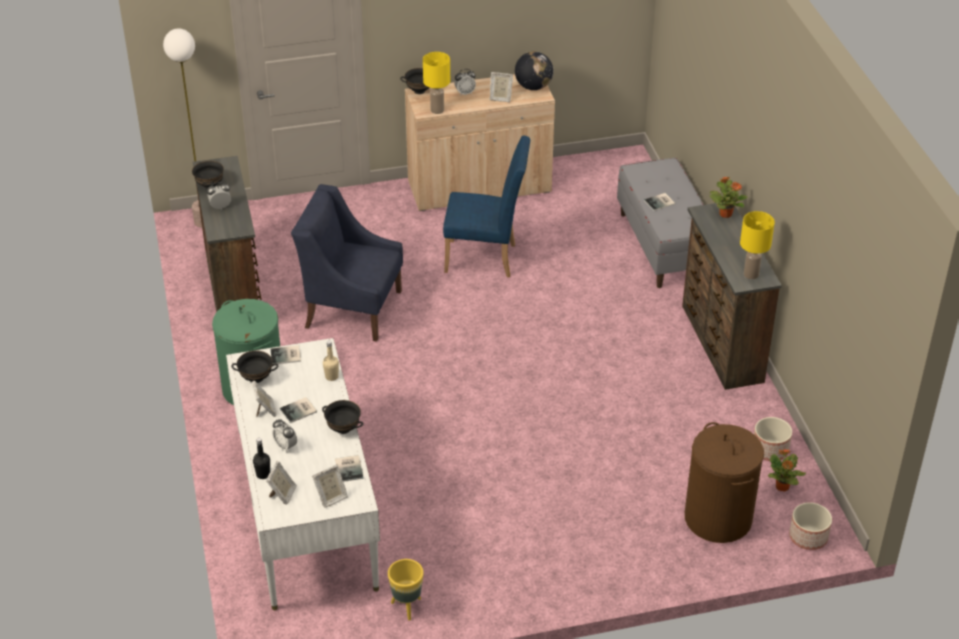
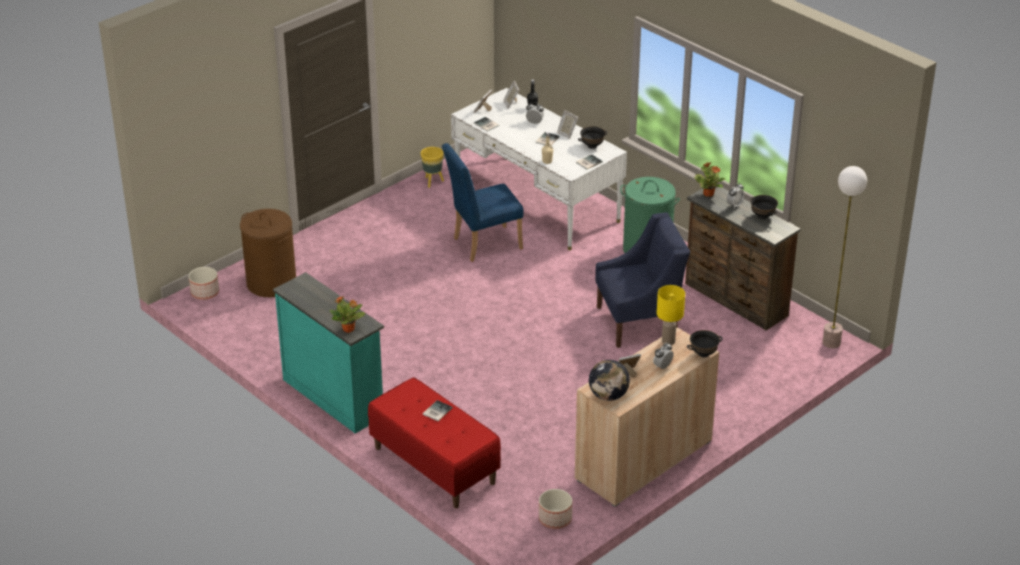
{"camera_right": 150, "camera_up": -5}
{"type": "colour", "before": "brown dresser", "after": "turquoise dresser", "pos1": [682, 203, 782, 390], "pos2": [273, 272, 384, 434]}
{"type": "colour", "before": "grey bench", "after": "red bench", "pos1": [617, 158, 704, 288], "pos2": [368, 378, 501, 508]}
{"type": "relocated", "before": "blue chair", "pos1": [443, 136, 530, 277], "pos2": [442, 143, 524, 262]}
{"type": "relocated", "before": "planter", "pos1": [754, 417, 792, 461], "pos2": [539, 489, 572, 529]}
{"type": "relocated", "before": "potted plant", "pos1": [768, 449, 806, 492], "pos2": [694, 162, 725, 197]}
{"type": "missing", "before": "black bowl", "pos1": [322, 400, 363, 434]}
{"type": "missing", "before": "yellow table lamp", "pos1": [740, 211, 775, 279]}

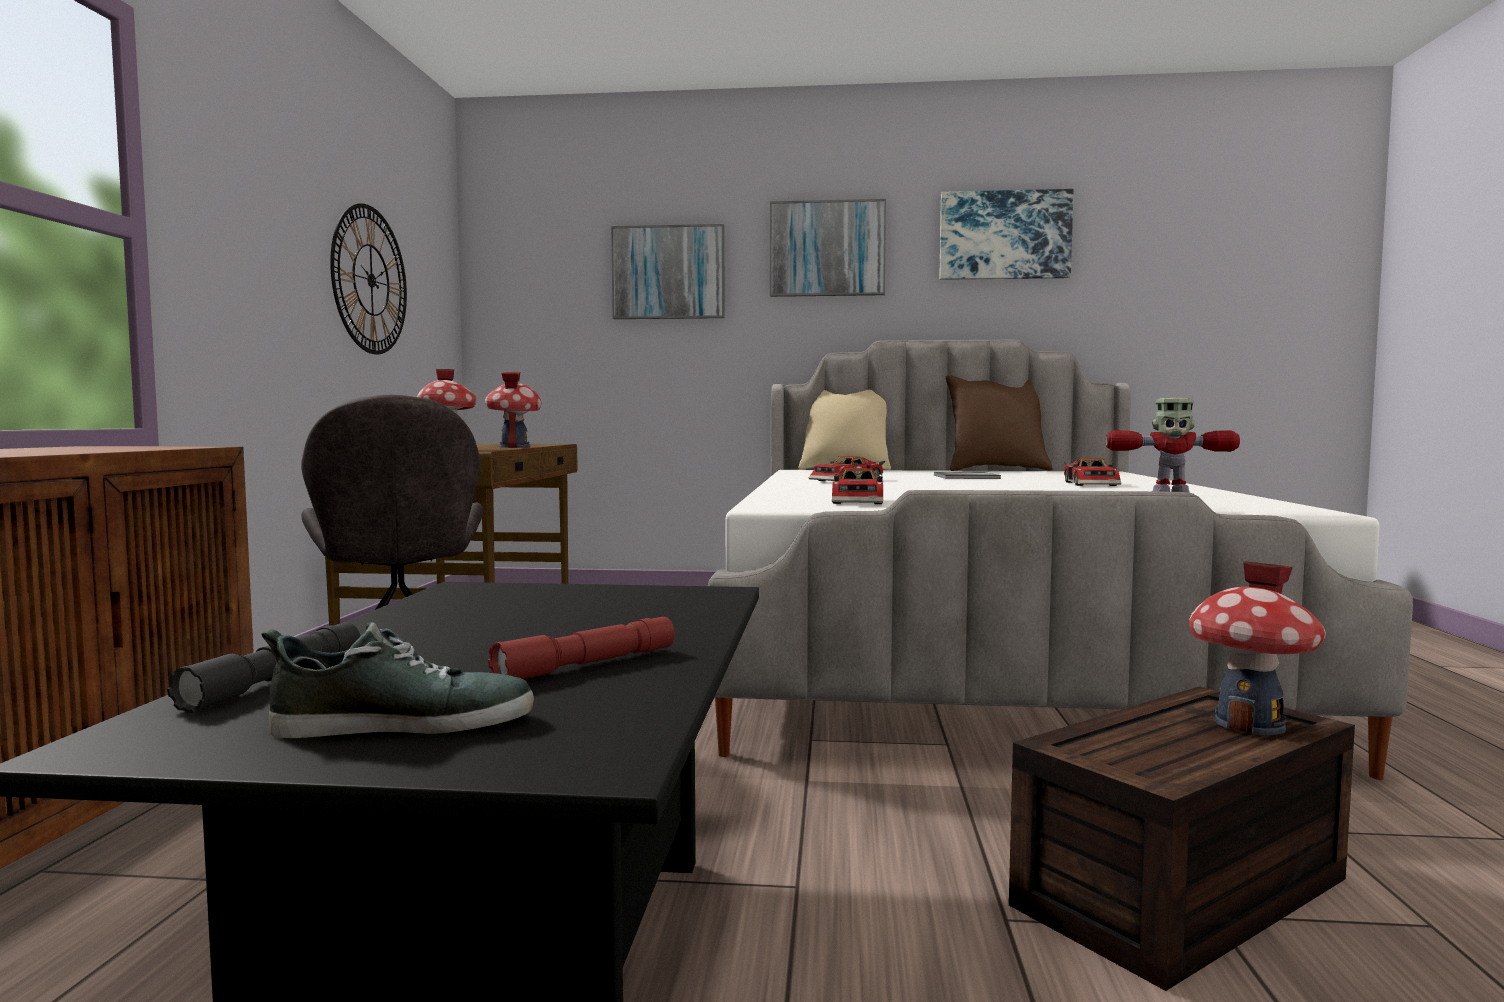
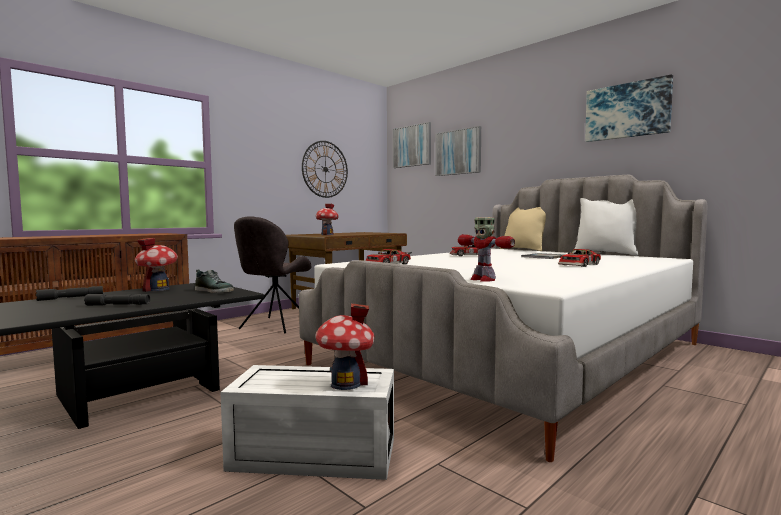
{"camera_right": 40, "camera_up": 0}
{"type": "colour", "before": "red flashlight", "after": "grey flashlight", "pos1": [488, 617, 675, 679], "pos2": [84, 294, 150, 306]}
{"type": "relocated", "before": "toy house", "pos1": [485, 372, 541, 448], "pos2": [135, 238, 178, 292]}
{"type": "relocated", "before": "shoe", "pos1": [261, 622, 534, 738], "pos2": [195, 270, 234, 293]}
{"type": "colour", "before": "brown storage box", "after": "white storage box", "pos1": [1009, 686, 1355, 991], "pos2": [220, 365, 394, 480]}
{"type": "relocated", "before": "picture", "pos1": [770, 199, 886, 297], "pos2": [393, 122, 431, 168]}
{"type": "colour", "before": "brown pillow", "after": "white pillow", "pos1": [946, 375, 1052, 471], "pos2": [573, 198, 638, 256]}

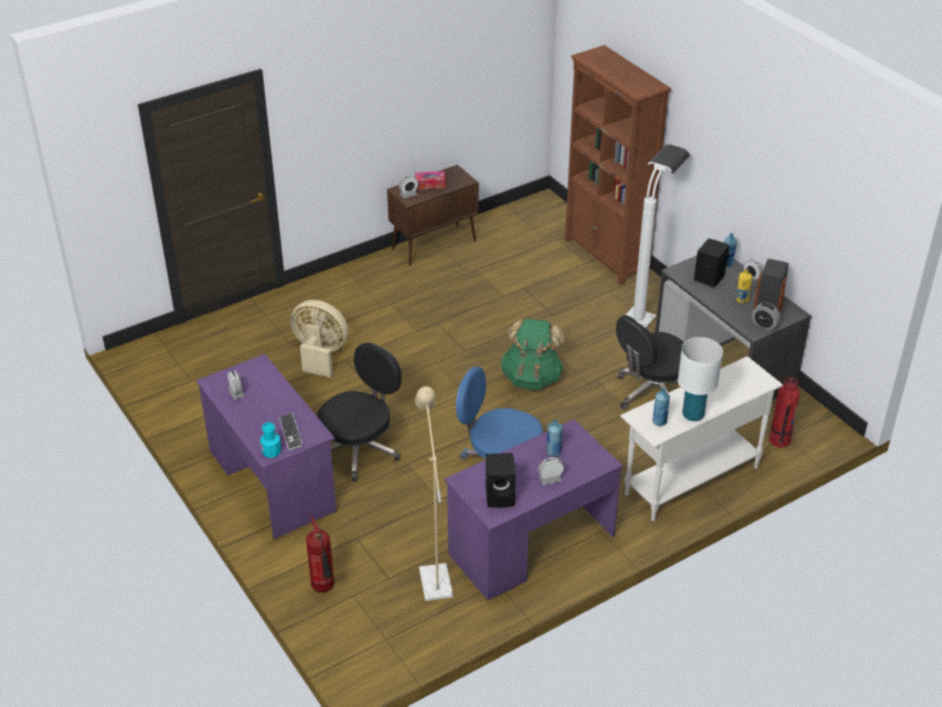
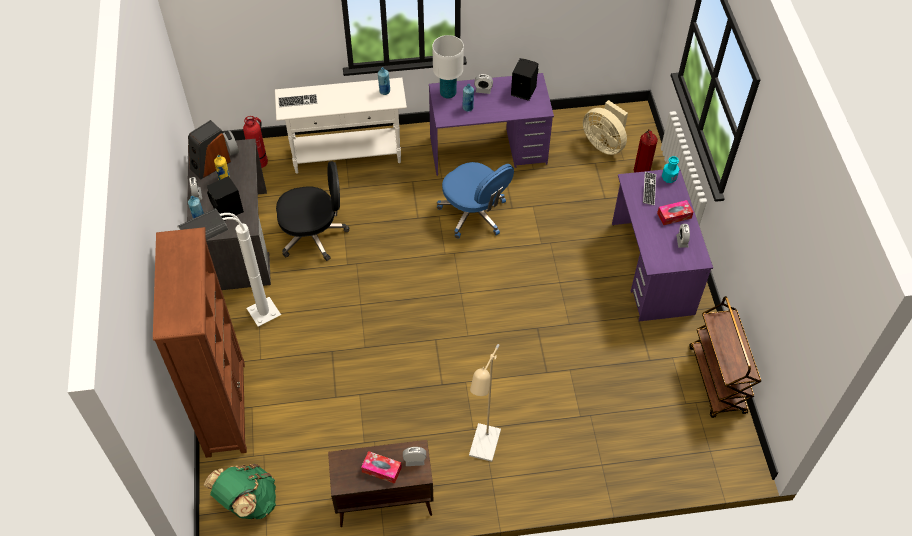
{"camera_right": -155, "camera_up": 15}
{"type": "relocated", "before": "green backpack", "pos1": [501, 318, 564, 390], "pos2": [204, 464, 276, 519]}
{"type": "appeared", "after": "keyboard", "pos2": [278, 94, 318, 107]}
{"type": "relocated", "before": "white table lamp", "pos1": [678, 337, 723, 421], "pos2": [432, 35, 464, 99]}
{"type": "relocated", "before": "beige floor lamp", "pos1": [415, 386, 453, 601], "pos2": [469, 344, 501, 462]}
{"type": "relocated", "before": "beige fan", "pos1": [291, 300, 348, 377], "pos2": [583, 100, 628, 155]}
{"type": "appeared", "after": "tissue box", "pos2": [657, 200, 693, 225]}
{"type": "appeared", "after": "brown cart", "pos2": [689, 296, 761, 418]}
{"type": "missing", "before": "black office chair", "pos1": [317, 343, 402, 482]}

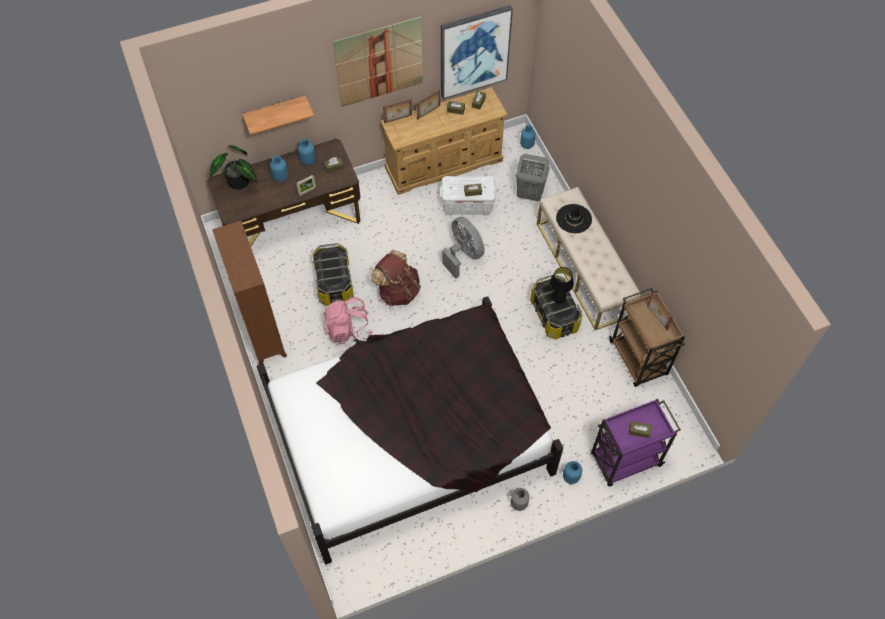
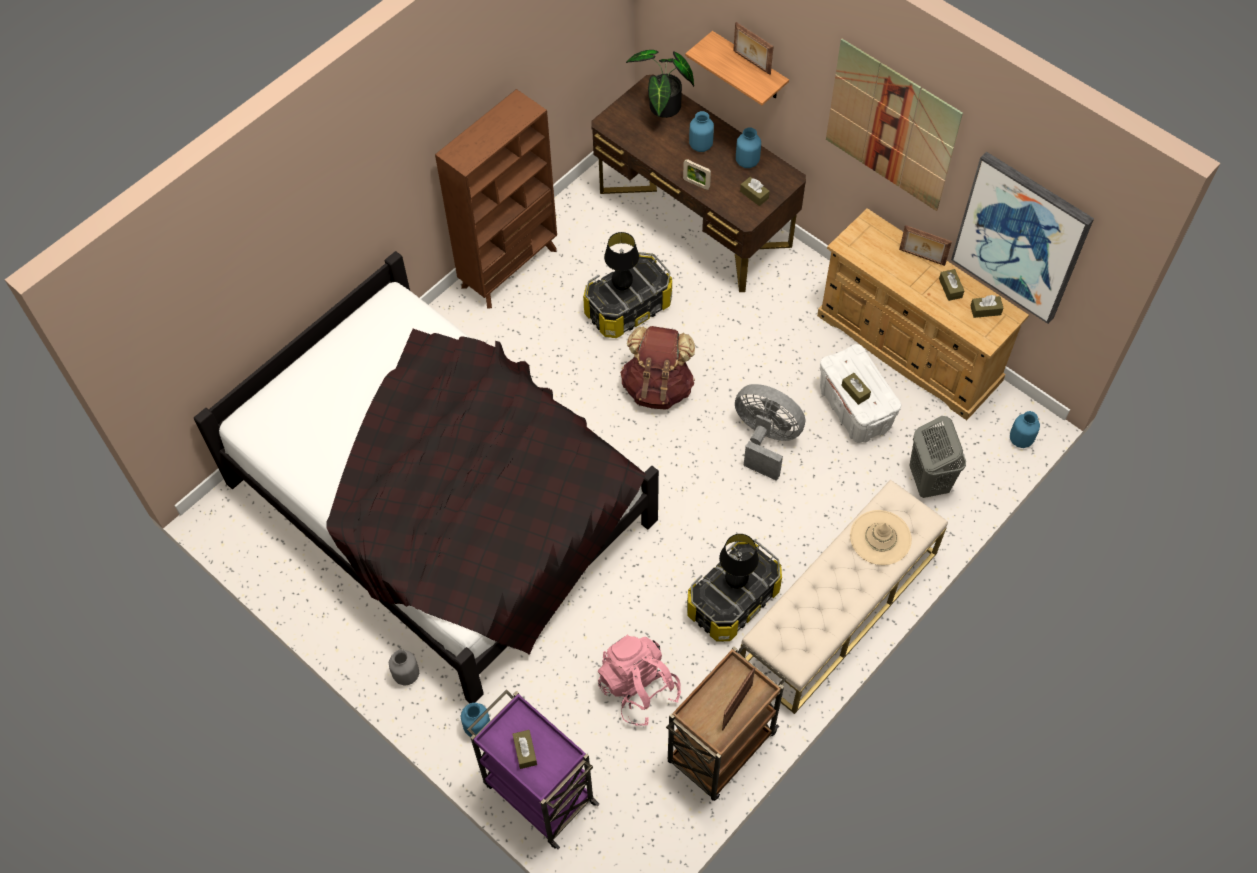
{"camera_right": 65, "camera_up": 0}
{"type": "relocated", "before": "pink backpack", "pos1": [323, 297, 373, 344], "pos2": [598, 635, 681, 726]}
{"type": "appeared", "after": "black table lamp", "pos2": [604, 232, 639, 291]}
{"type": "relocated", "before": "picture frame", "pos1": [383, 99, 412, 123], "pos2": [733, 22, 774, 75]}
{"type": "spun", "before": "grey fan", "pos1": [442, 217, 485, 279], "pos2": [735, 384, 805, 481], "turn": -90}
{"type": "colour", "before": "black hat", "after": "beige hat", "pos1": [556, 204, 592, 233], "pos2": [850, 510, 912, 565]}

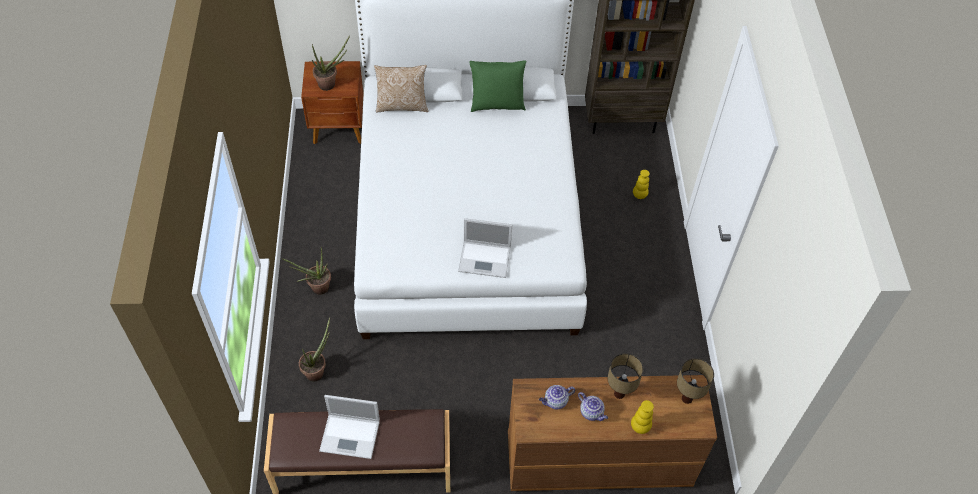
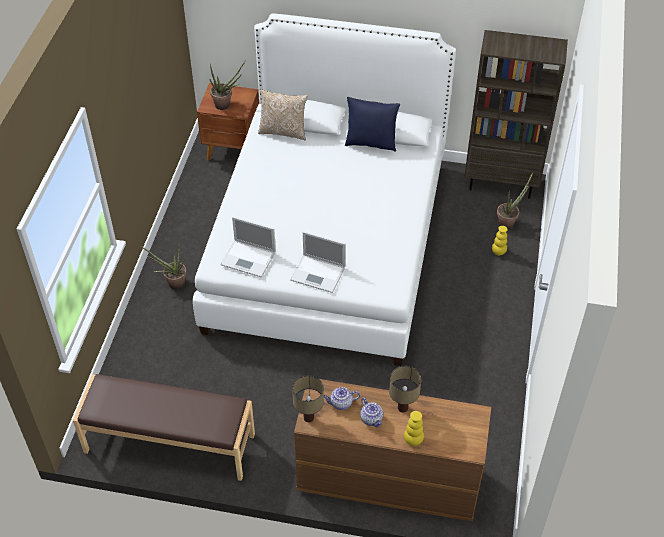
{"camera_right": 15, "camera_up": -5}
{"type": "relocated", "before": "laptop", "pos1": [319, 395, 380, 459], "pos2": [220, 217, 276, 277]}
{"type": "relocated", "before": "table lamp", "pos1": [677, 358, 714, 404], "pos2": [292, 375, 324, 422]}
{"type": "colour", "before": "green pillow", "after": "blue pillow", "pos1": [469, 61, 526, 112], "pos2": [345, 97, 400, 152]}
{"type": "relocated", "before": "potted plant", "pos1": [299, 318, 330, 382], "pos2": [497, 172, 533, 229]}

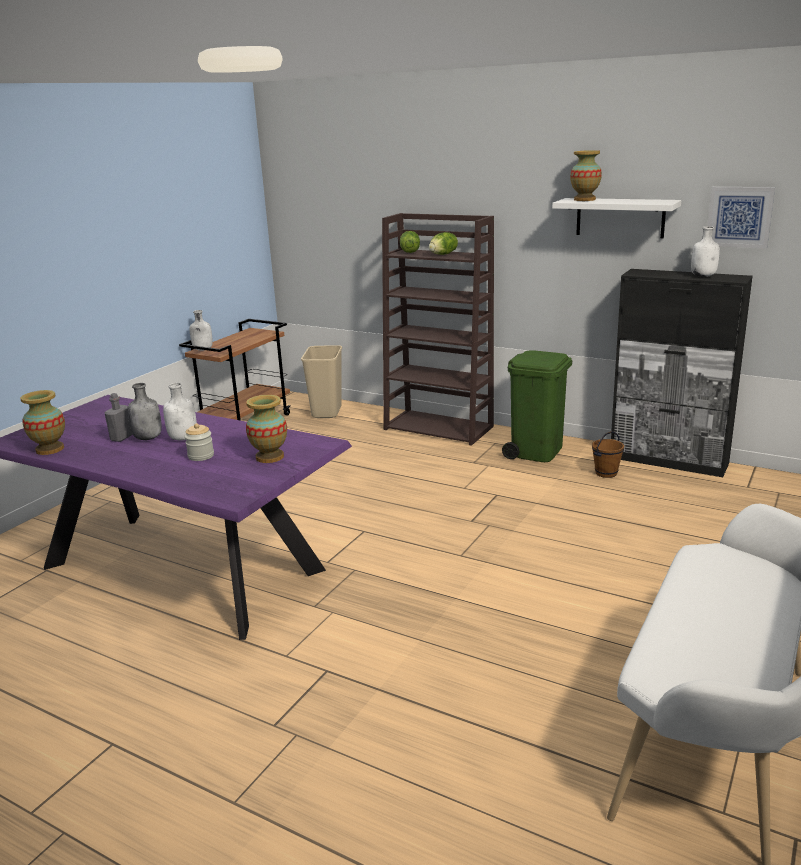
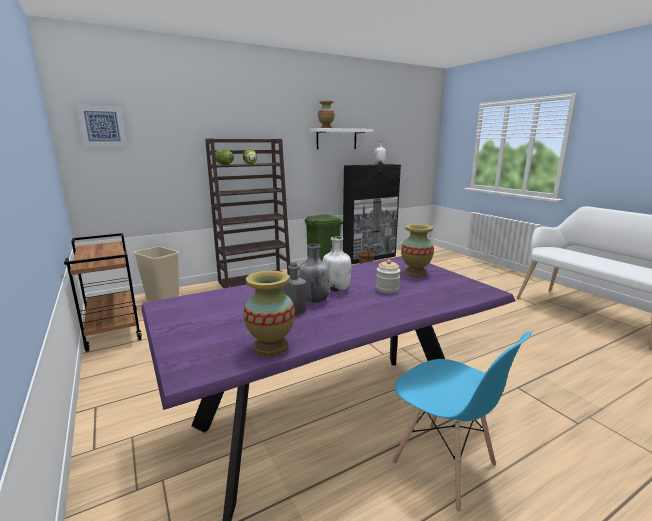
{"camera_right": -60, "camera_up": -5}
{"type": "relocated", "before": "picture", "pos1": [707, 187, 775, 249], "pos2": [76, 105, 127, 146]}
{"type": "appeared", "after": "blue chair", "pos2": [392, 331, 532, 513]}
{"type": "missing", "before": "white bottle", "pos1": [190, 310, 213, 351]}

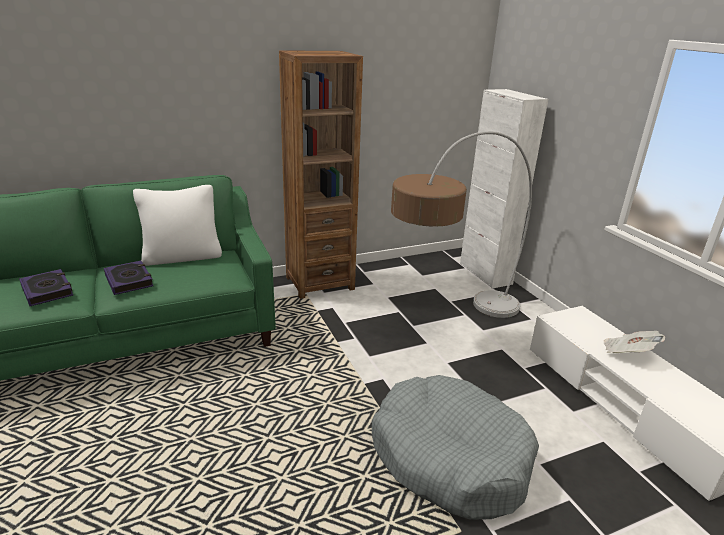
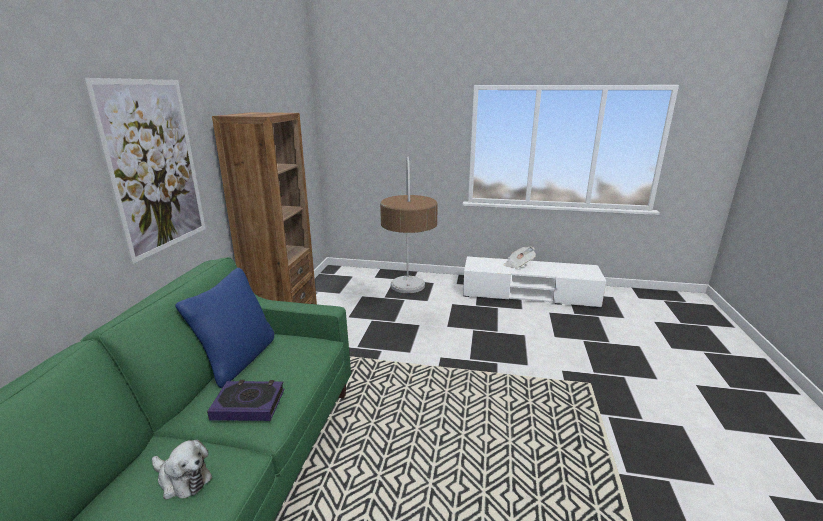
{"camera_right": -55, "camera_up": -5}
{"type": "appeared", "after": "picture", "pos2": [82, 78, 206, 264]}
{"type": "exchanged", "before": "book", "after": "plush toy", "pos1": [19, 269, 73, 306], "pos2": [152, 440, 212, 500]}
{"type": "colour", "before": "white pillow", "after": "blue pillow", "pos1": [133, 185, 222, 266], "pos2": [175, 268, 274, 388]}
{"type": "missing", "before": "grey dog bed", "pos1": [372, 375, 539, 520]}
{"type": "missing", "before": "white cabinet", "pos1": [460, 89, 548, 289]}

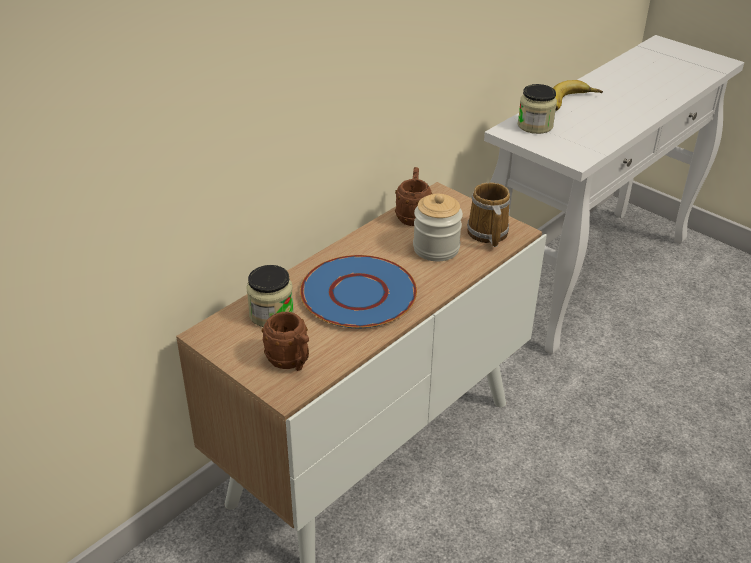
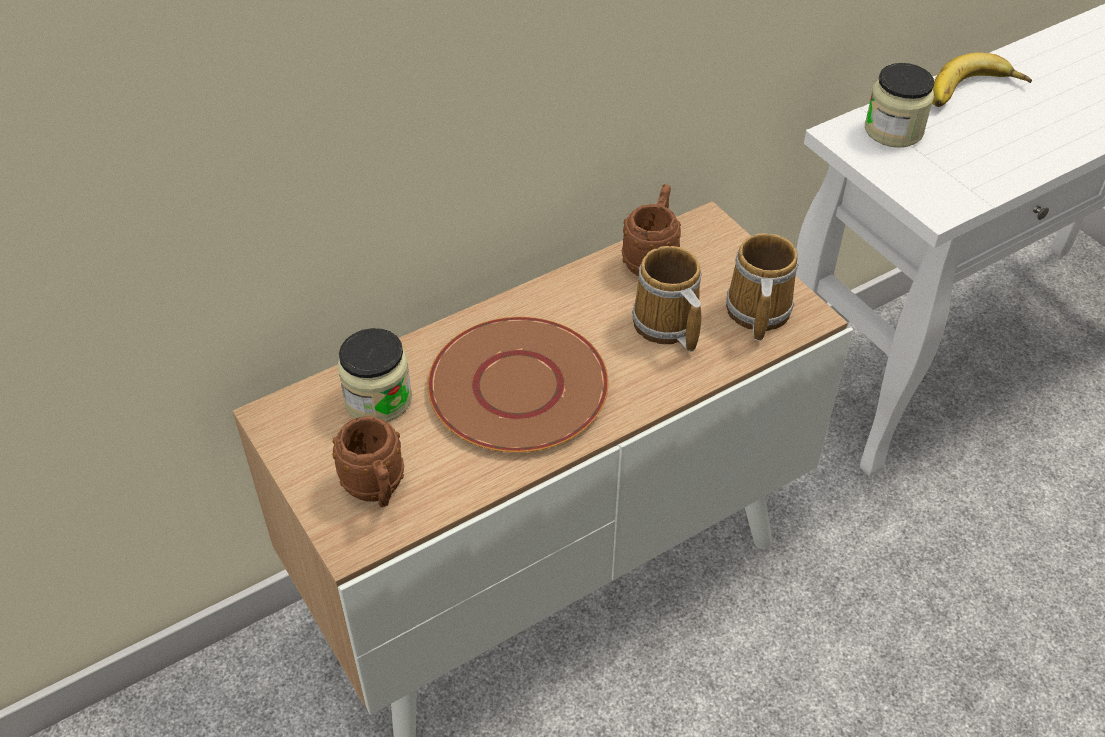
{"camera_right": 15, "camera_up": 10}
{"type": "colour", "before": "blue plate", "after": "brown plate", "pos1": [300, 255, 417, 328], "pos2": [428, 317, 609, 452]}
{"type": "exchanged", "before": "jar", "after": "mug", "pos1": [413, 194, 463, 261], "pos2": [632, 246, 702, 352]}

